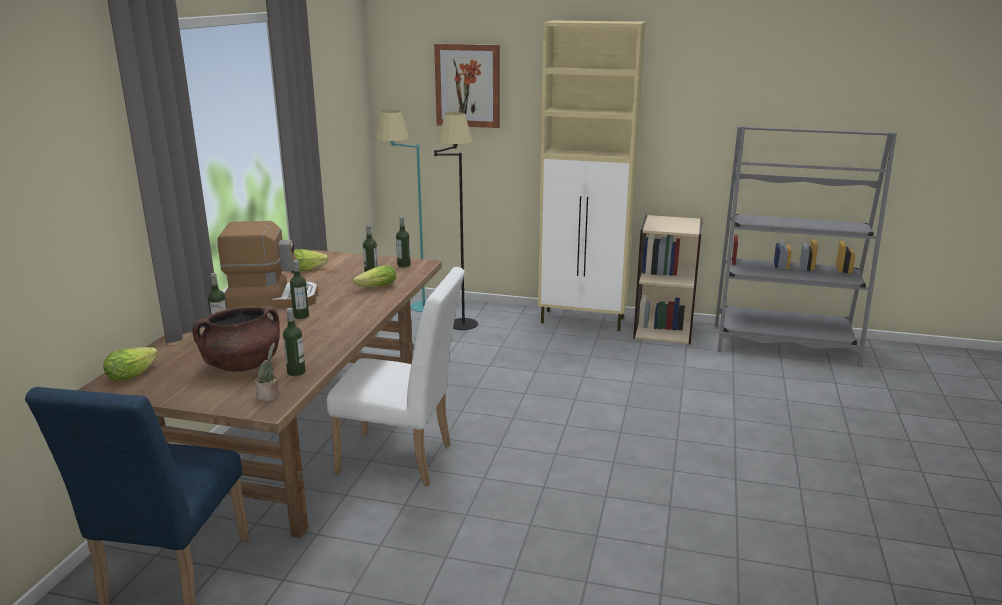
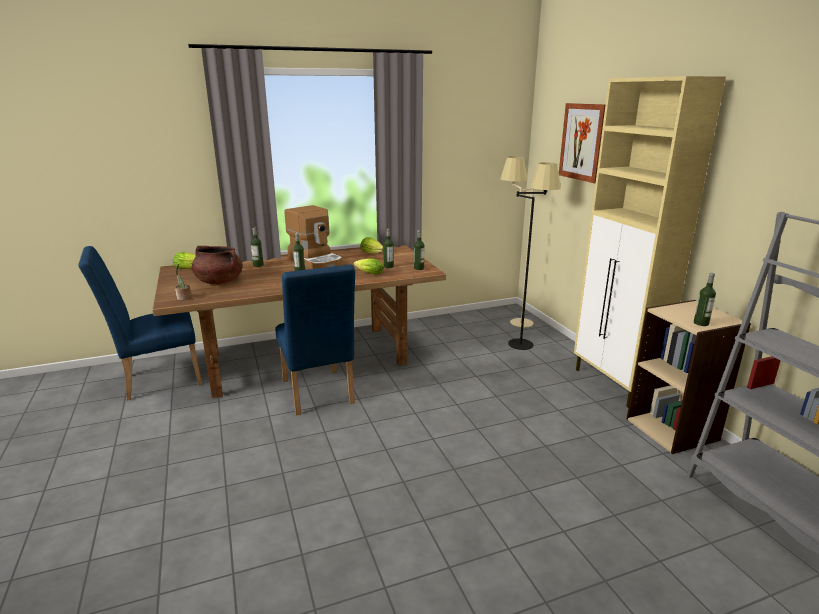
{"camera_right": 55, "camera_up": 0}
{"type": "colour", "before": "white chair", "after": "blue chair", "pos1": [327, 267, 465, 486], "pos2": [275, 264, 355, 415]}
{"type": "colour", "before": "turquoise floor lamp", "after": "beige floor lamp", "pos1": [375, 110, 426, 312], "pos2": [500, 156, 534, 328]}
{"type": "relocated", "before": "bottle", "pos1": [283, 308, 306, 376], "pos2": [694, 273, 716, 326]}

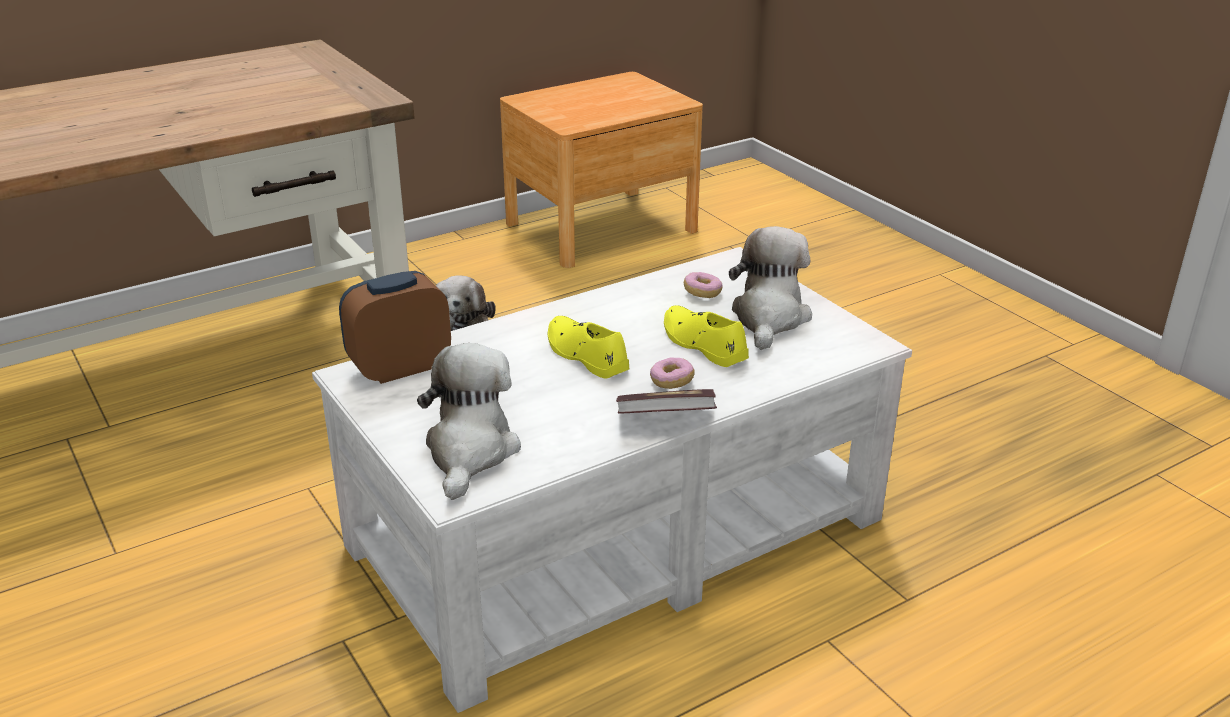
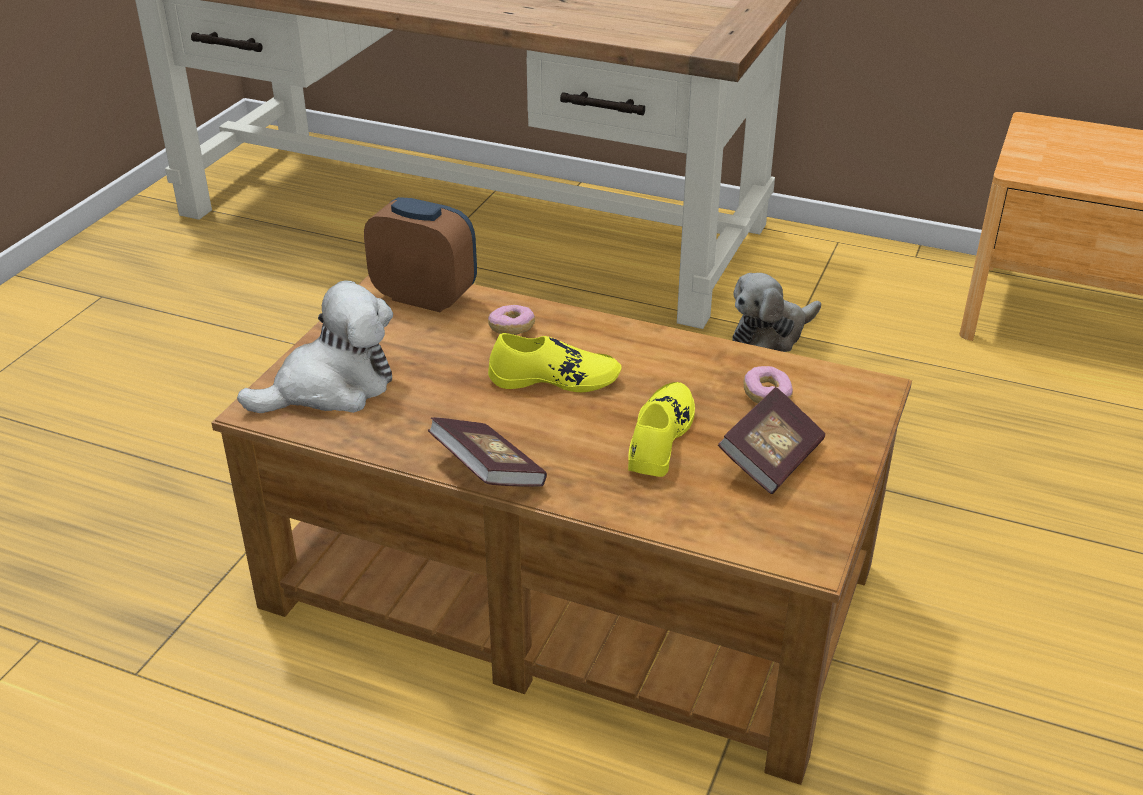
{"camera_right": 55, "camera_up": 5}
{"type": "colour", "before": "white coffee table", "after": "brown coffee table", "pos1": [312, 247, 912, 713], "pos2": [211, 275, 912, 785]}
{"type": "relocated", "before": "donut", "pos1": [650, 357, 695, 389], "pos2": [488, 305, 535, 335]}
{"type": "spun", "before": "yellow shoe", "pos1": [548, 316, 629, 379], "pos2": [488, 333, 621, 392], "turn": 75}
{"type": "exchanged", "before": "plush toy", "after": "book", "pos1": [729, 226, 812, 350], "pos2": [718, 387, 825, 494]}

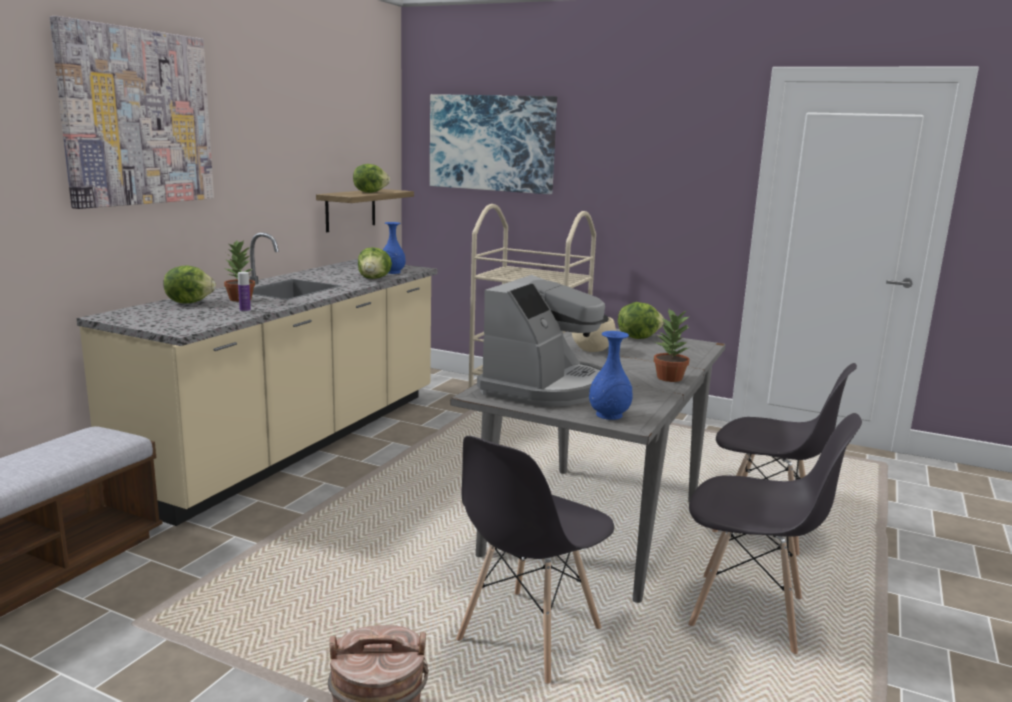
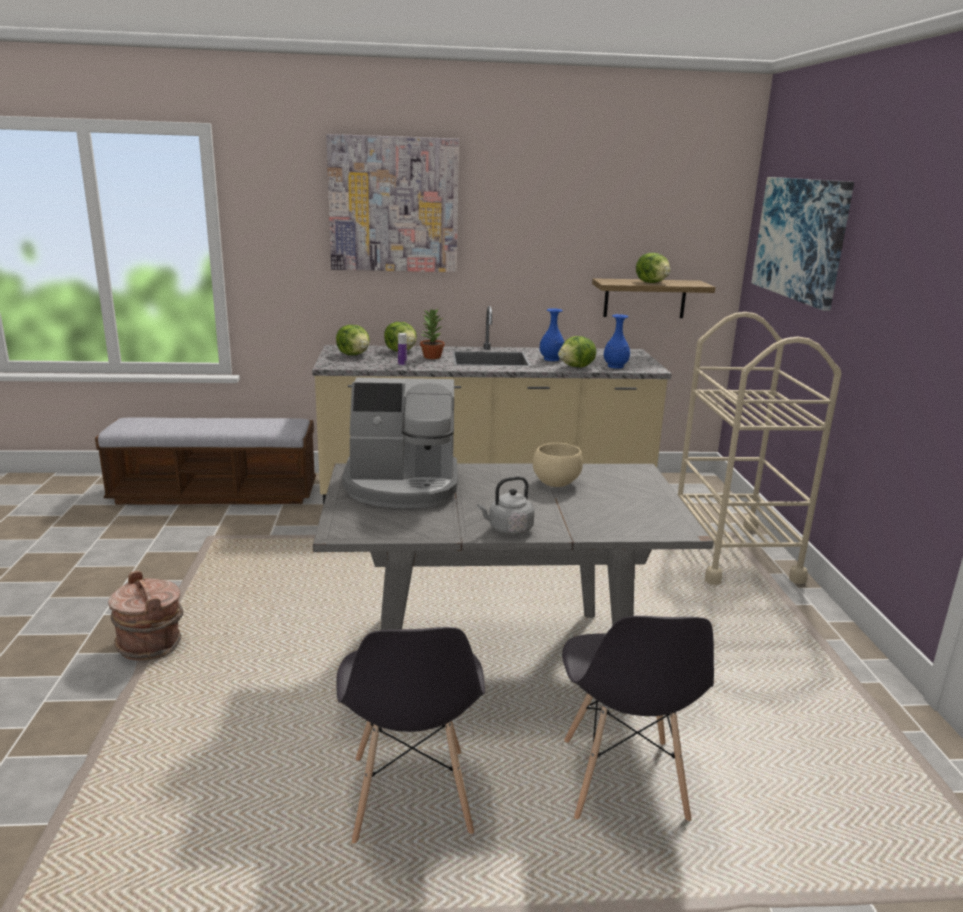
{"camera_right": 60, "camera_up": 5}
{"type": "relocated", "before": "lettuce", "pos1": [618, 302, 664, 339], "pos2": [336, 325, 370, 355]}
{"type": "exchanged", "before": "potted plant", "after": "grey kettle", "pos1": [654, 309, 690, 382], "pos2": [477, 476, 535, 535]}
{"type": "relocated", "before": "blue vase", "pos1": [589, 331, 633, 420], "pos2": [540, 308, 564, 361]}
{"type": "missing", "before": "grey chair", "pos1": [456, 436, 614, 684]}

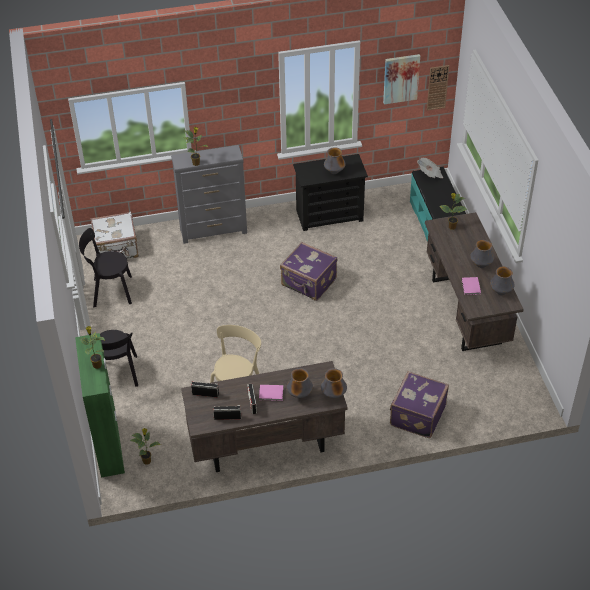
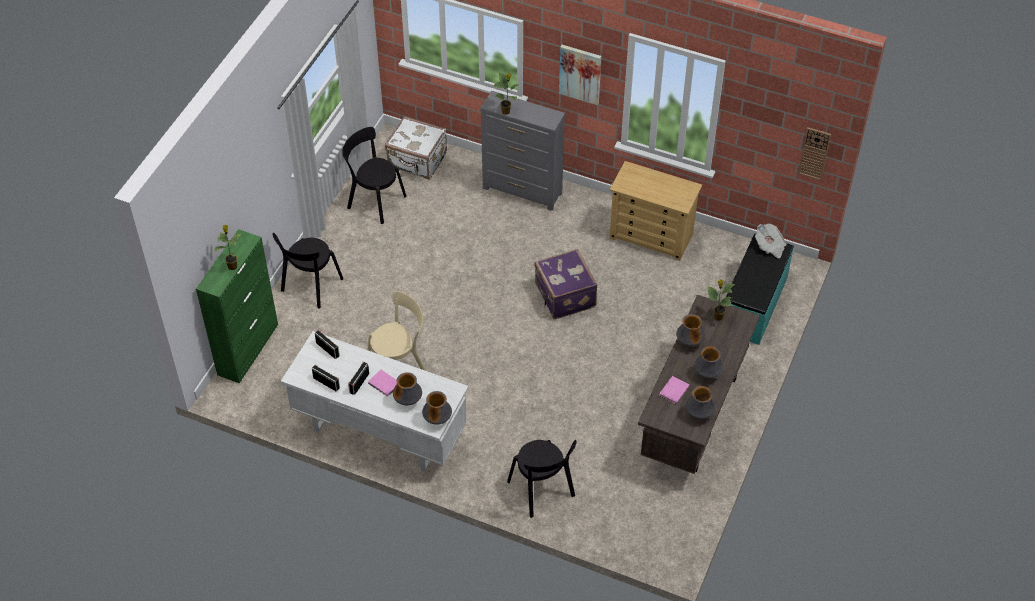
{"camera_right": 35, "camera_up": 5}
{"type": "colour", "before": "brown desk", "after": "white desk", "pos1": [181, 361, 347, 472], "pos2": [281, 331, 468, 472]}
{"type": "exchanged", "before": "purple suitcase", "after": "black chair", "pos1": [390, 371, 449, 438], "pos2": [507, 440, 577, 518]}
{"type": "relocated", "before": "picture", "pos1": [383, 54, 420, 104], "pos2": [559, 45, 601, 105]}
{"type": "colour", "before": "black dresser", "after": "beige dresser", "pos1": [293, 154, 368, 231], "pos2": [610, 161, 702, 261]}
{"type": "relocated", "before": "vase", "pos1": [324, 147, 346, 174], "pos2": [676, 314, 705, 346]}
{"type": "missing", "before": "potted plant", "pos1": [130, 428, 161, 465]}

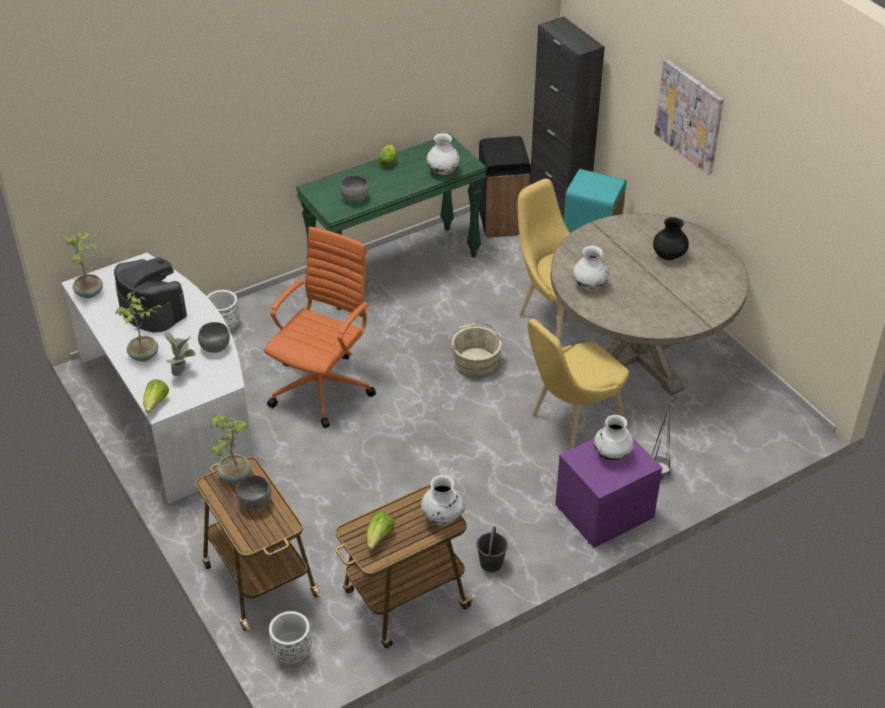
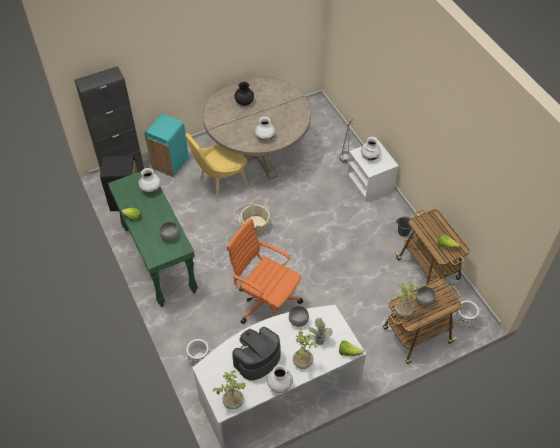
{"camera_right": -85, "camera_up": 10}
{"type": "relocated", "before": "white vase", "pos1": [421, 475, 464, 526], "pos2": [267, 365, 293, 393]}
{"type": "colour", "before": "purple nightstand", "after": "white nightstand", "pos1": [555, 438, 663, 548], "pos2": [347, 140, 399, 202]}
{"type": "missing", "before": "yellow chair", "pos1": [528, 319, 629, 450]}
{"type": "missing", "before": "picture", "pos1": [654, 59, 724, 175]}

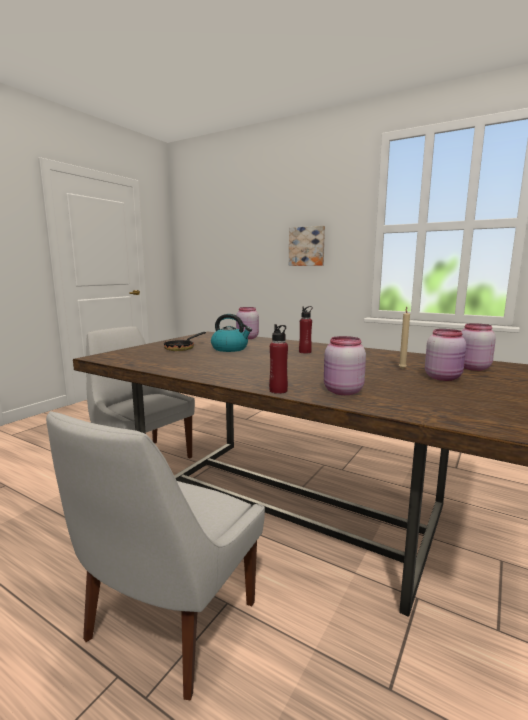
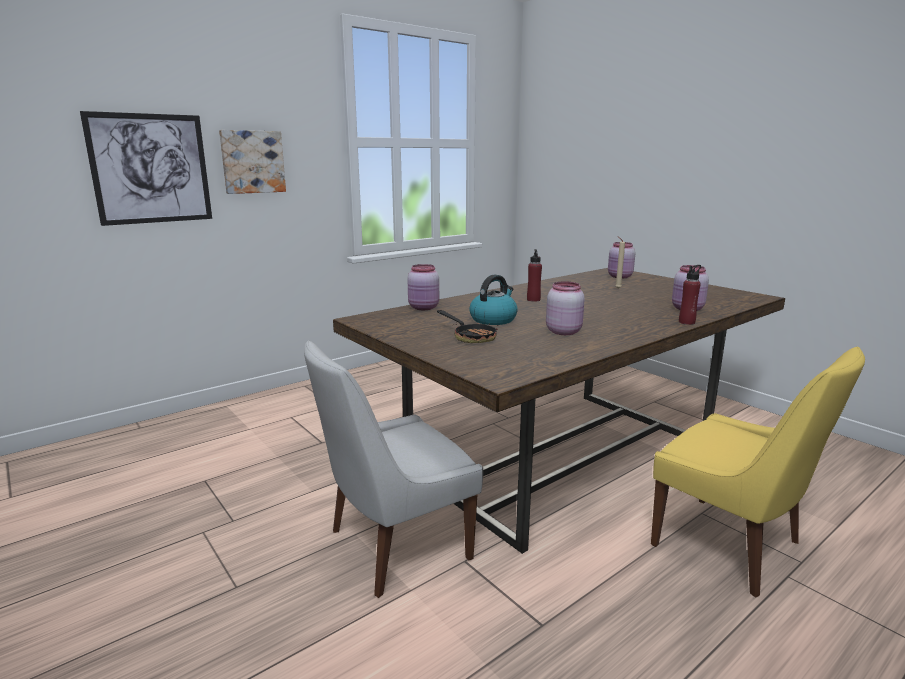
{"camera_right": -70, "camera_up": 5}
{"type": "appeared", "after": "picture", "pos2": [80, 111, 212, 226]}
{"type": "relocated", "before": "pink jar", "pos1": [425, 329, 466, 381], "pos2": [546, 281, 585, 335]}
{"type": "colour", "before": "white chair", "after": "yellow chair", "pos1": [46, 411, 265, 700], "pos2": [651, 347, 865, 597]}

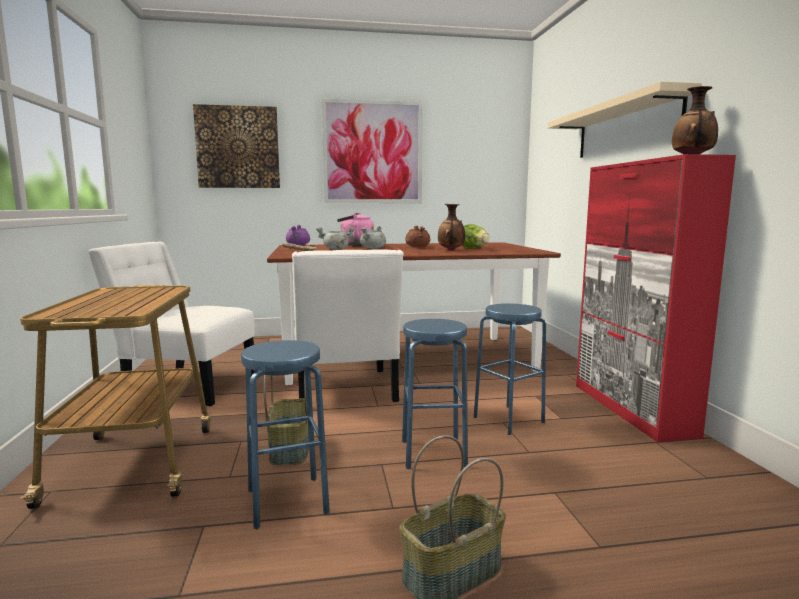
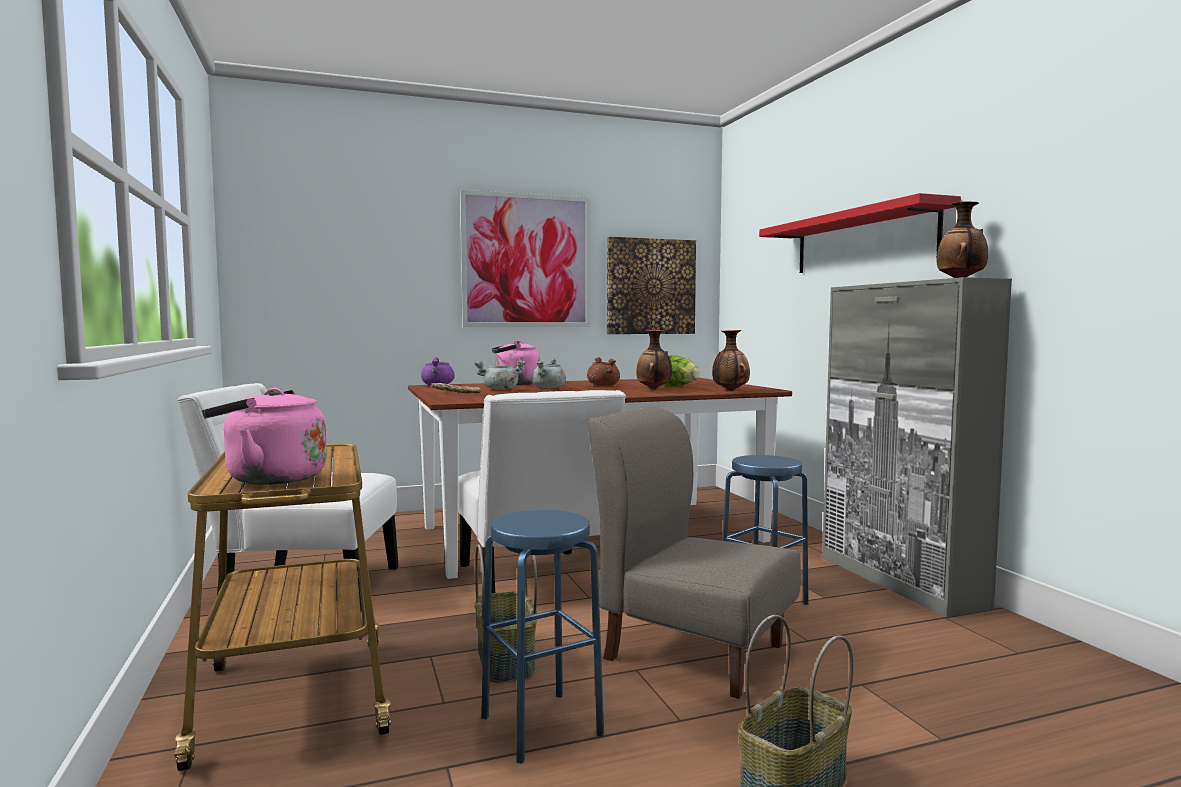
{"camera_right": -10, "camera_up": -5}
{"type": "appeared", "after": "pink kettle", "pos2": [202, 388, 327, 485]}
{"type": "exchanged", "before": "blue stool", "after": "grey chair", "pos1": [402, 319, 468, 469], "pos2": [588, 406, 801, 699]}
{"type": "relocated", "before": "picture", "pos1": [193, 104, 280, 188], "pos2": [607, 237, 696, 334]}
{"type": "appeared", "after": "vase", "pos2": [712, 330, 750, 391]}
{"type": "colour", "before": "beige shelf", "after": "red shelf", "pos1": [548, 81, 702, 158], "pos2": [759, 193, 961, 273]}
{"type": "colour", "before": "red cabinet", "after": "grey cabinet", "pos1": [576, 154, 736, 442], "pos2": [822, 277, 1012, 617]}

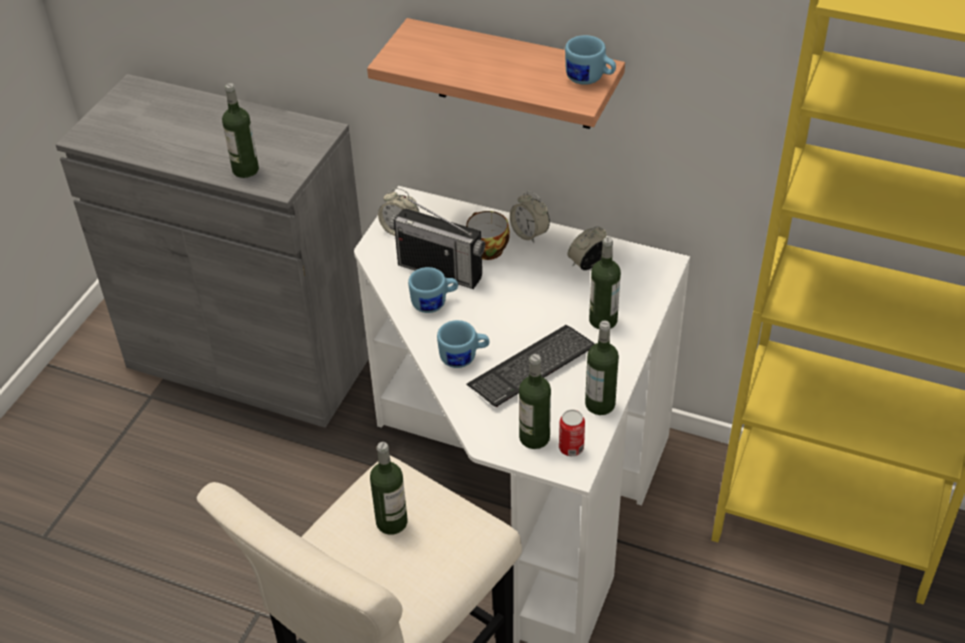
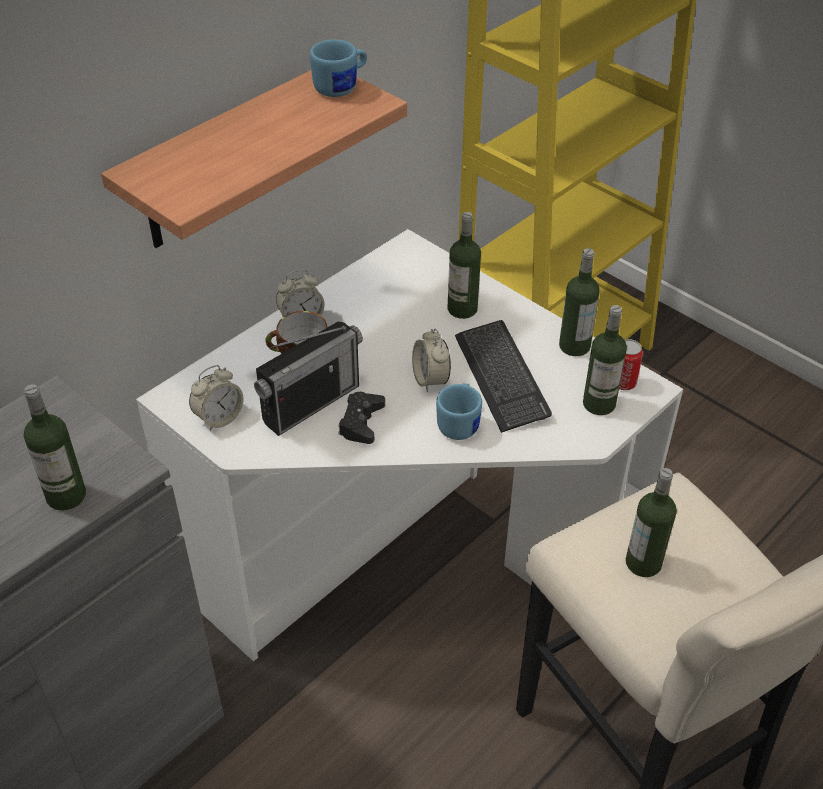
{"camera_right": -70, "camera_up": 0}
{"type": "exchanged", "before": "blue mug", "after": "black game controller", "pos1": [408, 267, 458, 313], "pos2": [338, 392, 385, 444]}
{"type": "relocated", "before": "alarm clock", "pos1": [568, 226, 607, 270], "pos2": [412, 328, 451, 392]}

